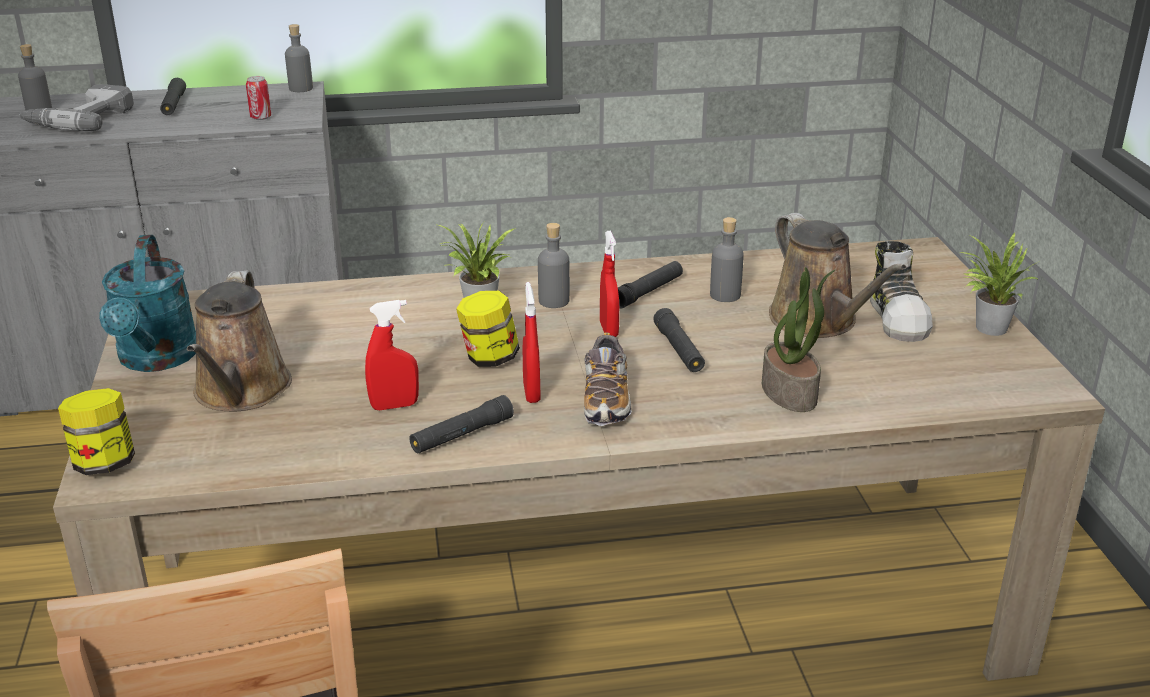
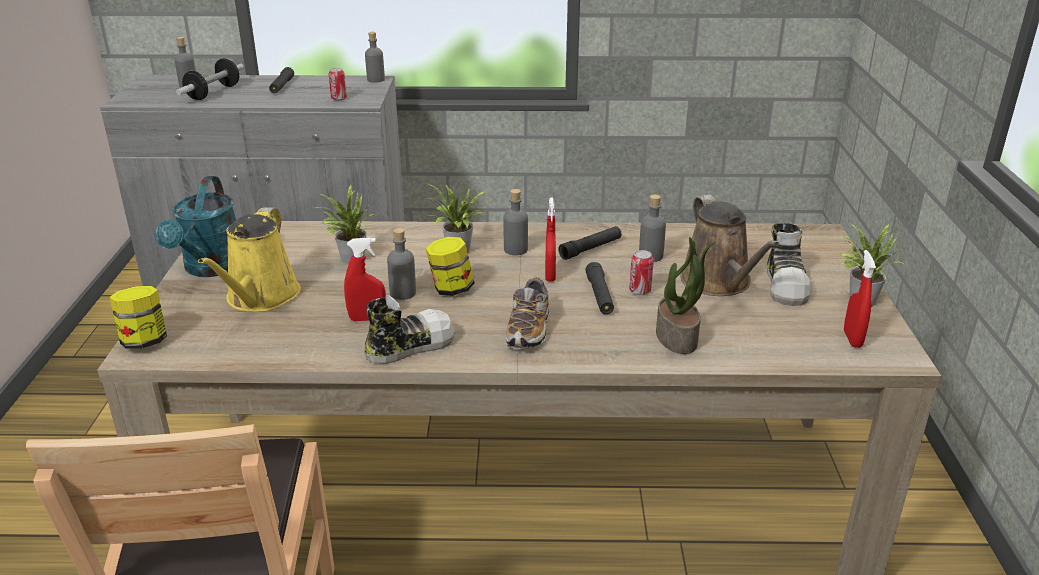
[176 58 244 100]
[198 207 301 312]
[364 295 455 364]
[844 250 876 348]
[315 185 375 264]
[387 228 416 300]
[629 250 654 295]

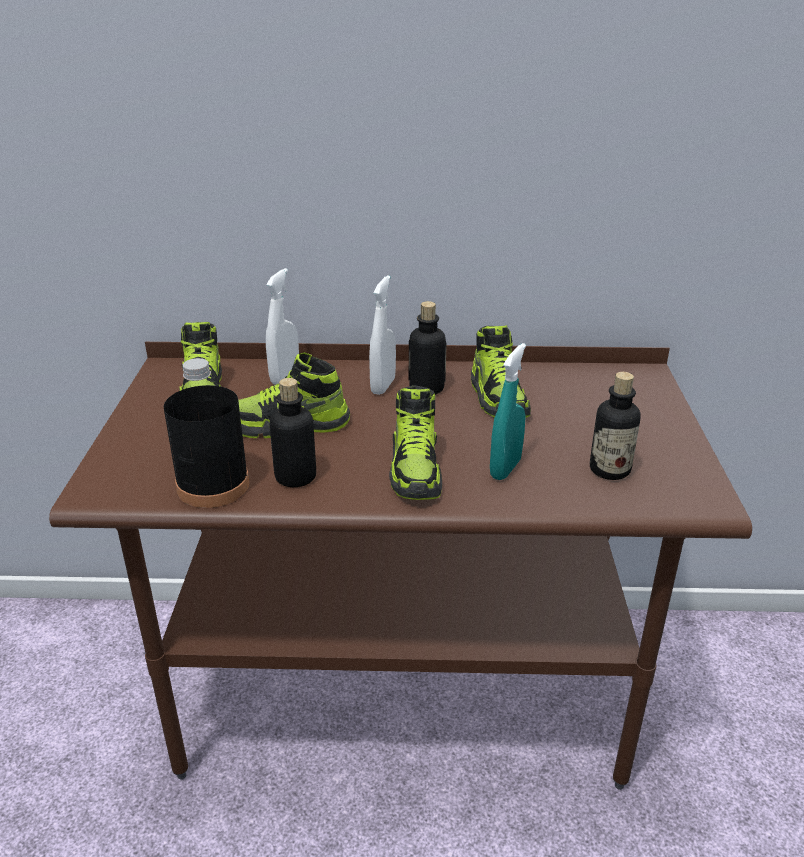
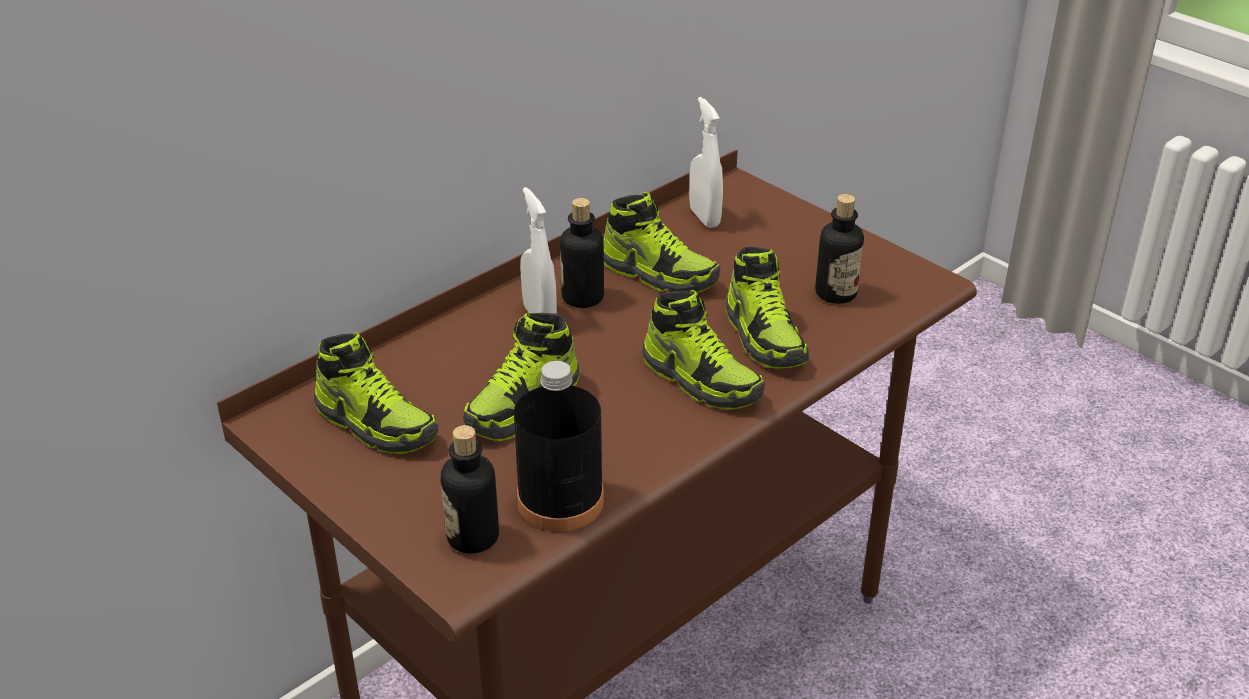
[689 97 723 228]
[441 425 499 554]
[726 247 809 369]

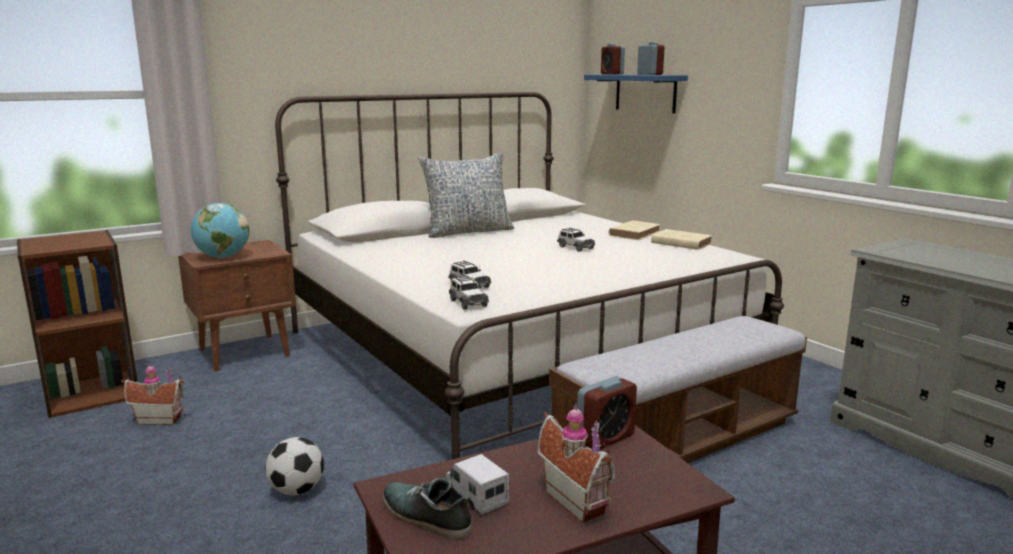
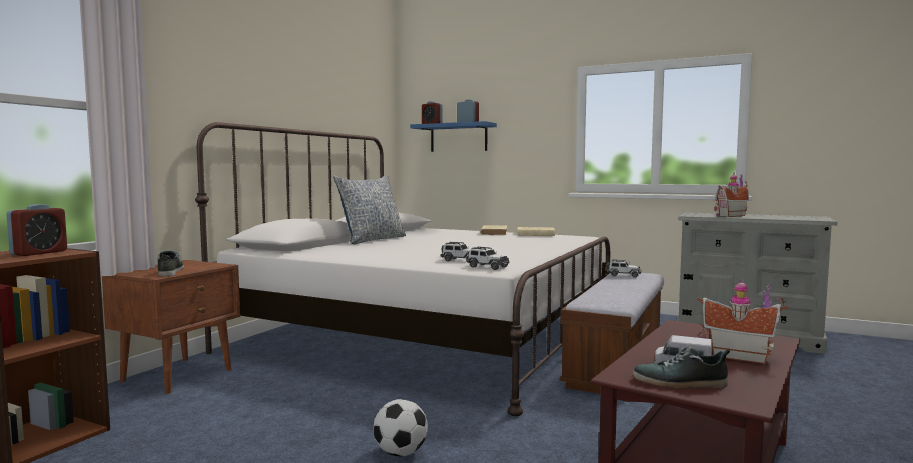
[714 172 749 217]
[157 250 184 277]
[607 259 642 278]
[6 204 67 256]

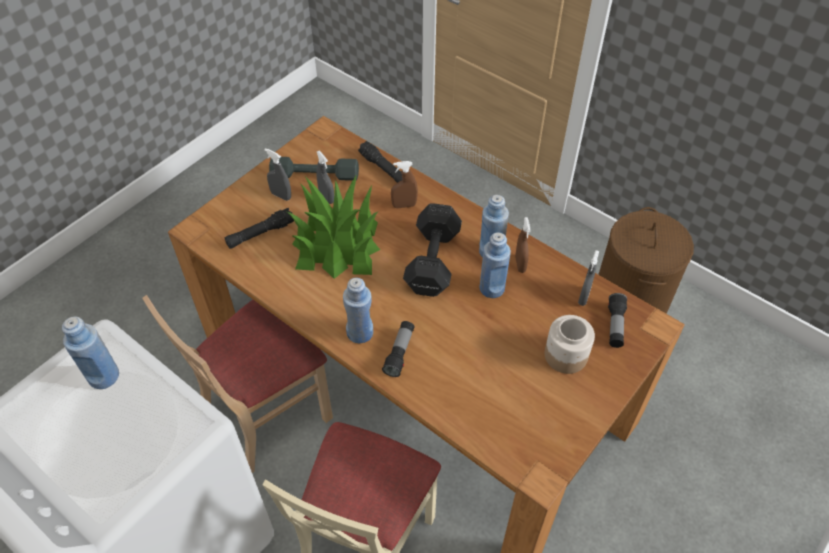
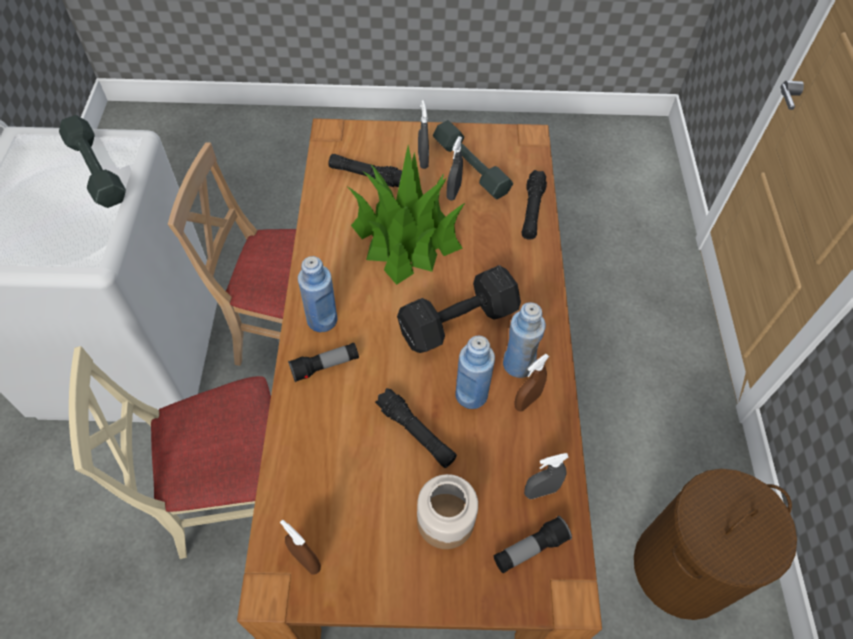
[59 115 126 208]
[280 520 321 575]
[375 388 457 468]

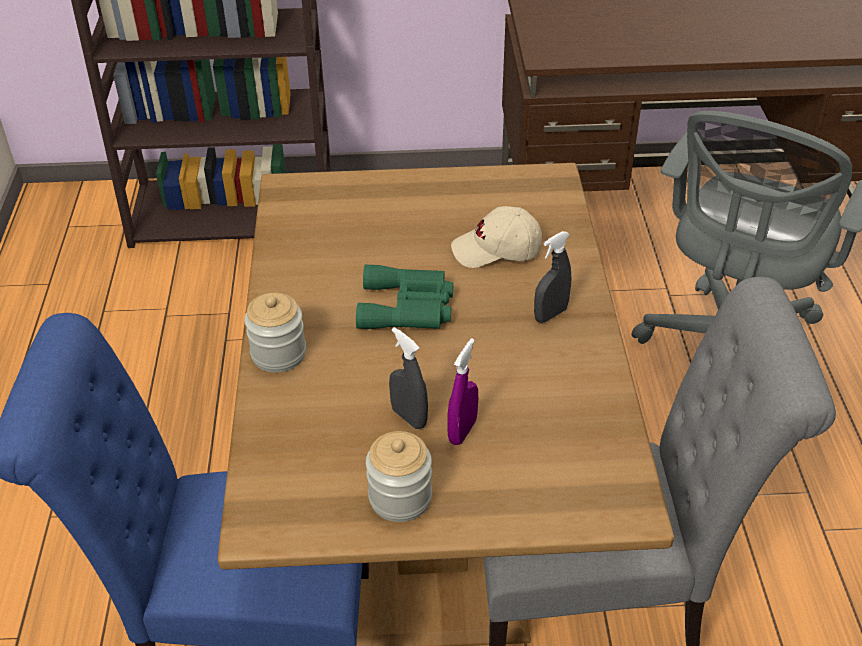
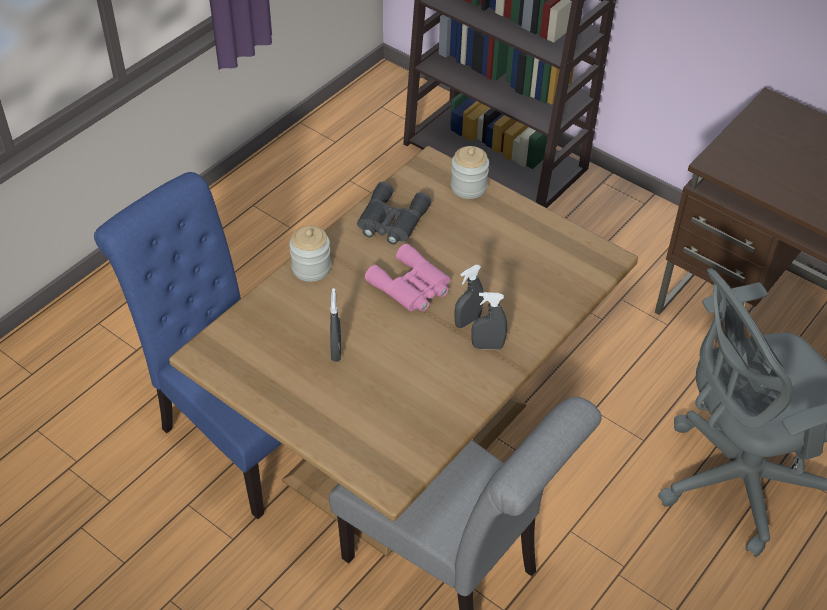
[365 243 450 311]
[451 146 489 199]
[448 338 478 445] (first image)
[451 206 542 268] (first image)
[357 182 432 245]
[455 265 483 328]

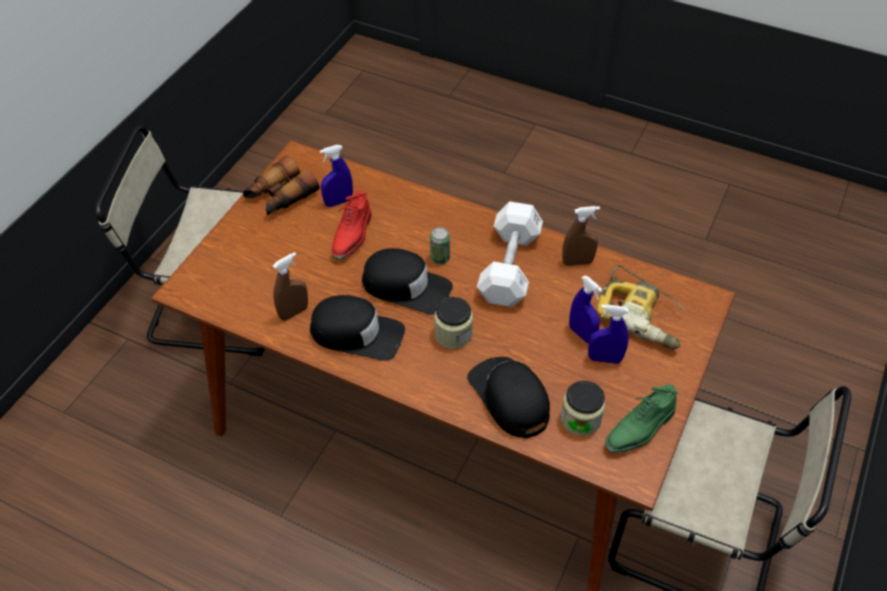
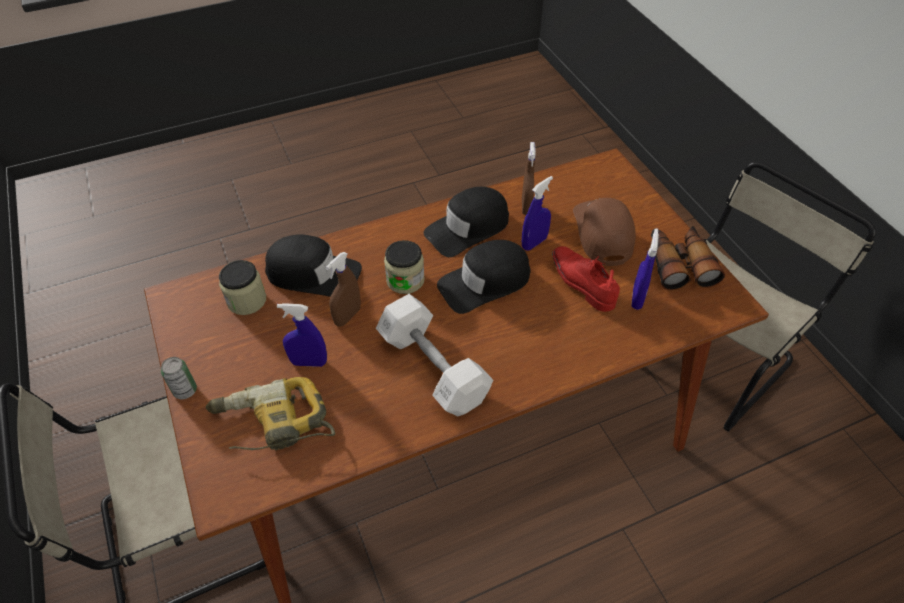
[161 357 197 399]
[326 252 361 327]
[522 176 553 251]
[605 384 678 453] (first image)
[573 198 636 266]

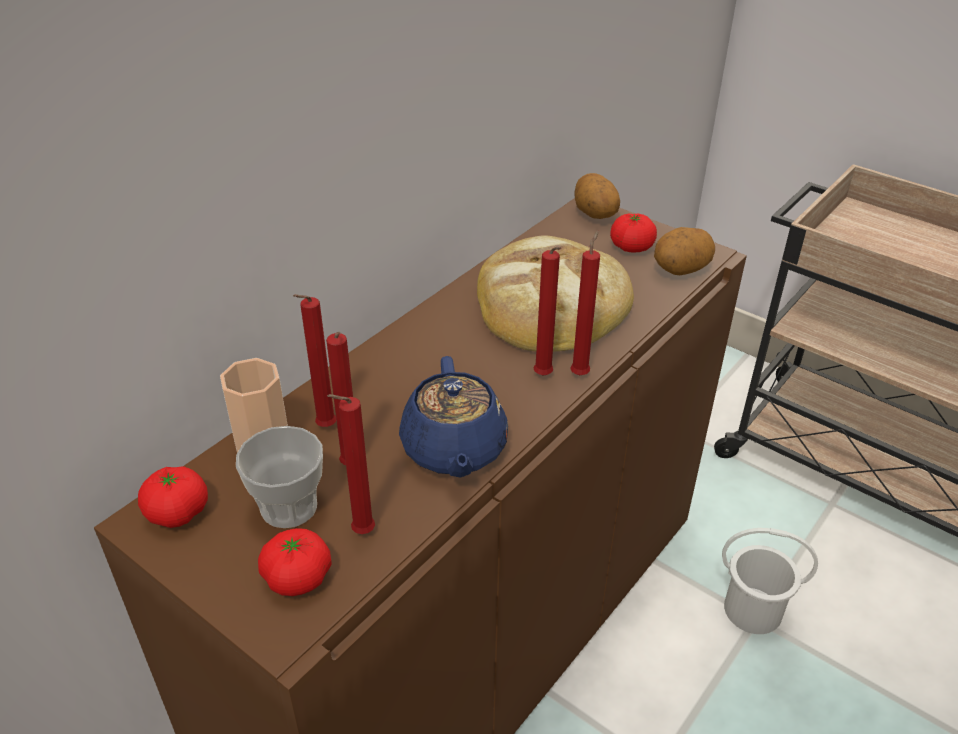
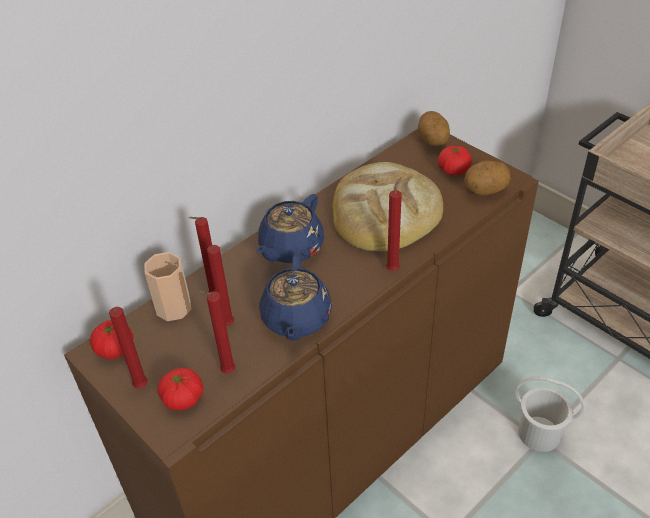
[236 426 323 528] (first image)
[109 307 148 388]
[256 194 324 263]

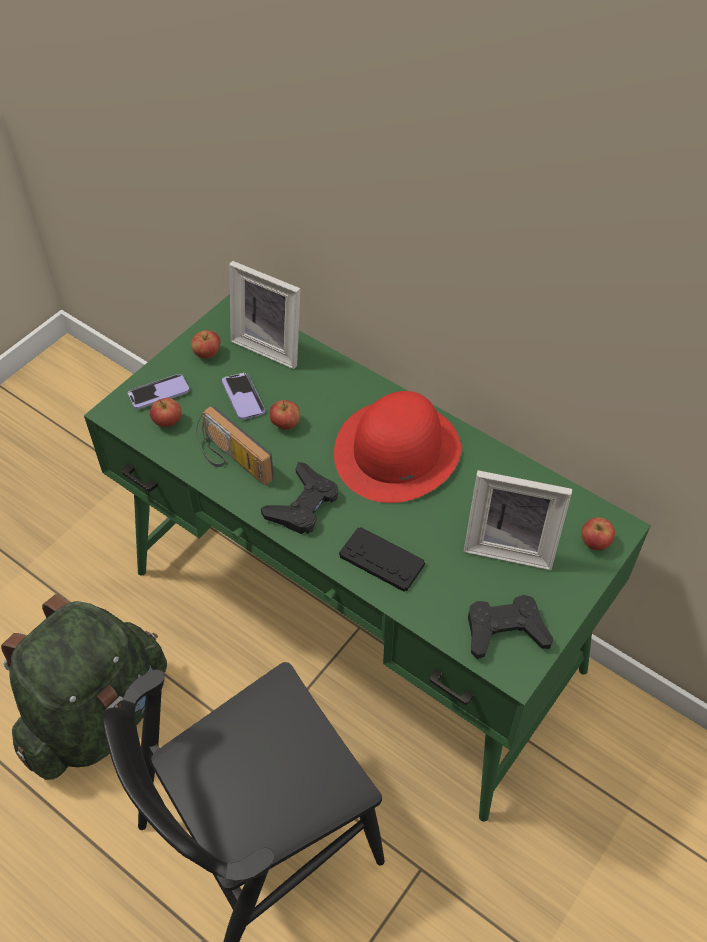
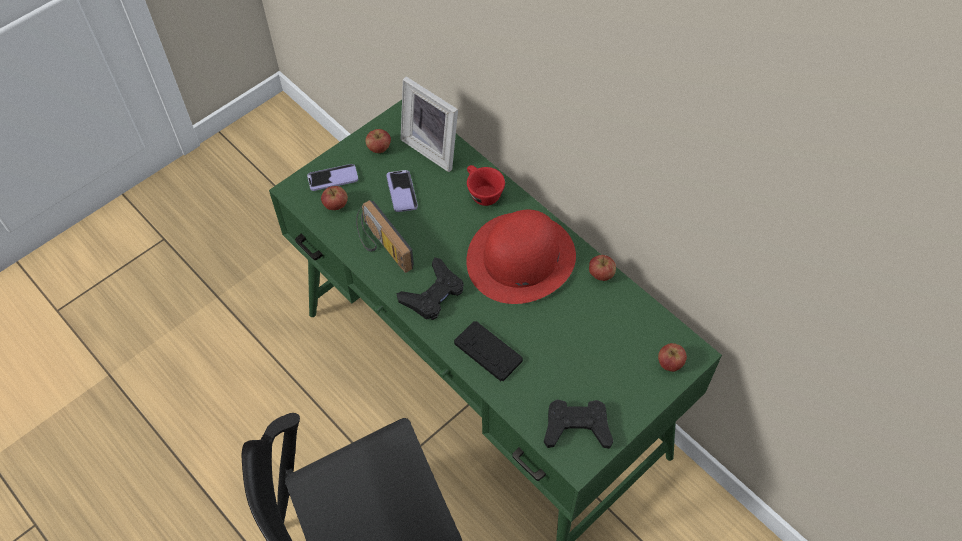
[1 594 167 780] (first image)
[589 255 616 281]
[464 470 572 570] (first image)
[467 165 505 206]

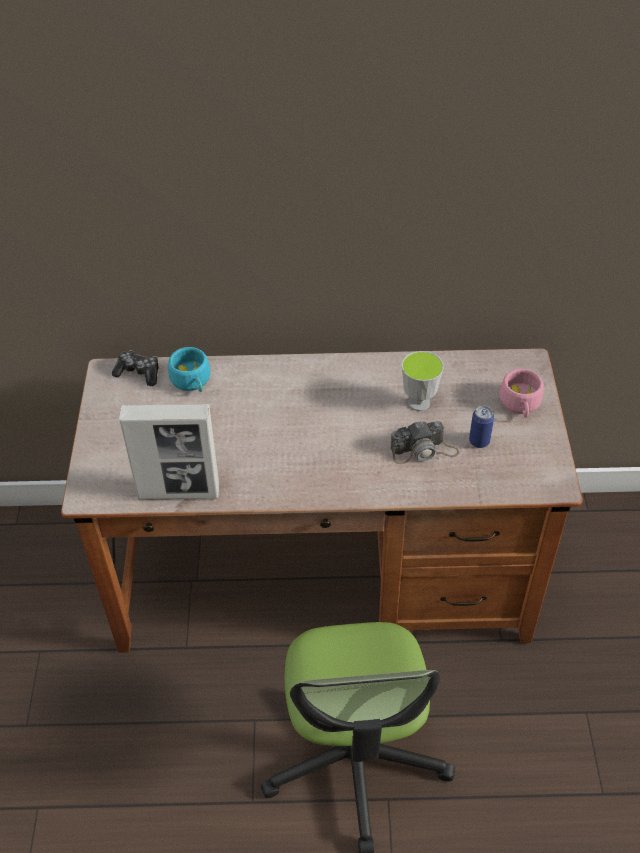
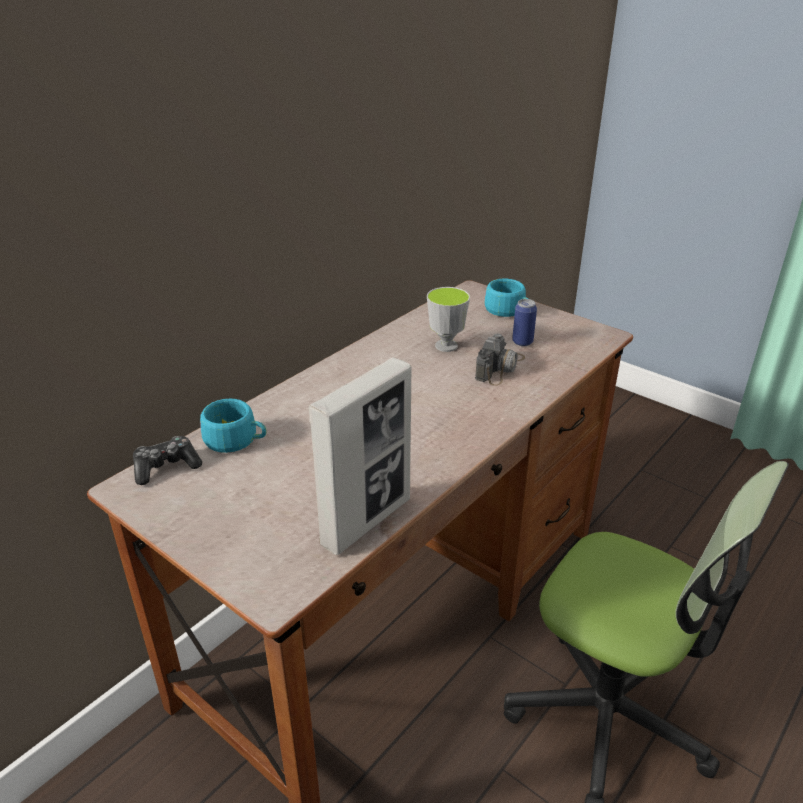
[484 279 529 317]

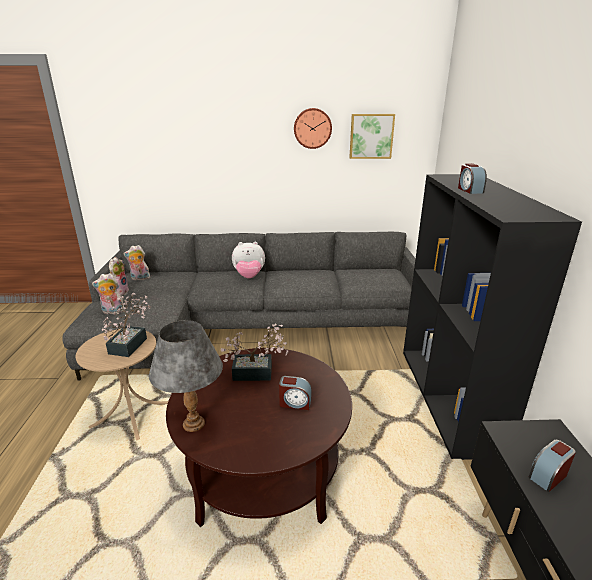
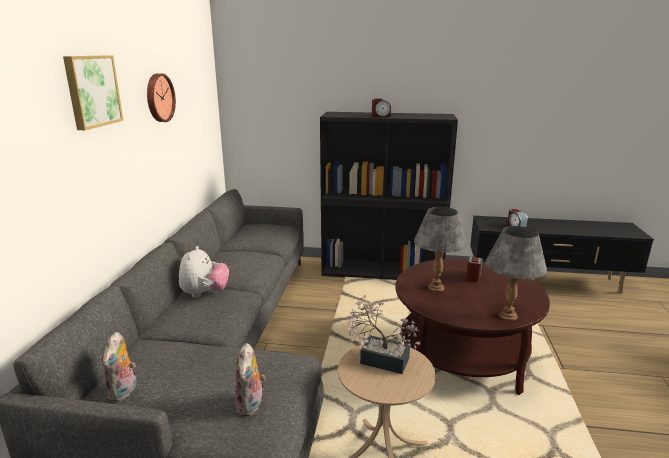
[109 257 129 296] (first image)
[414 207 467 292]
[63 55 123 130]

